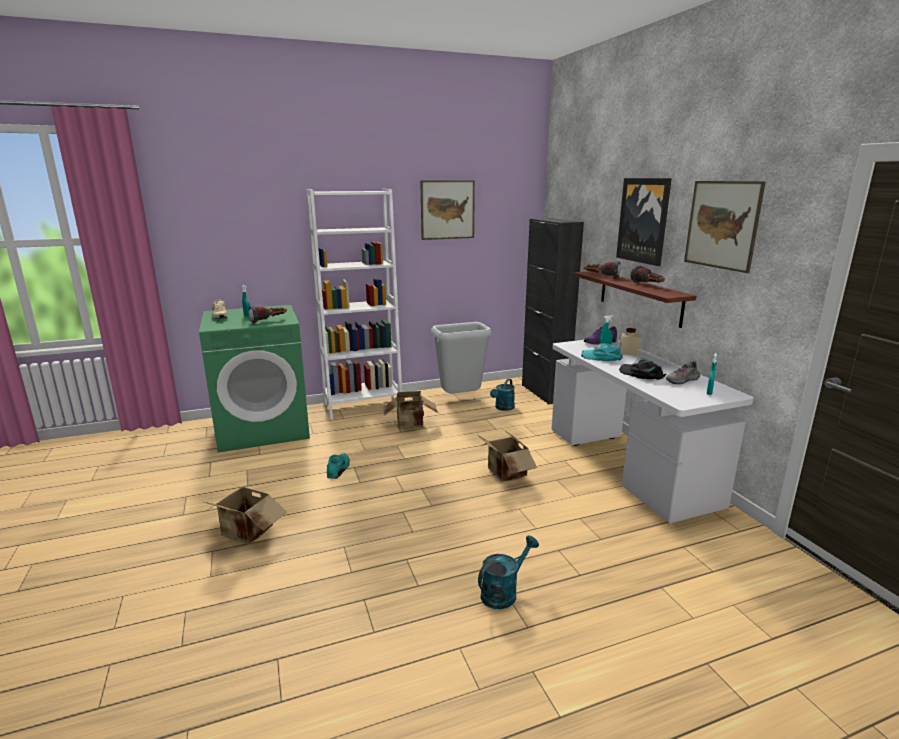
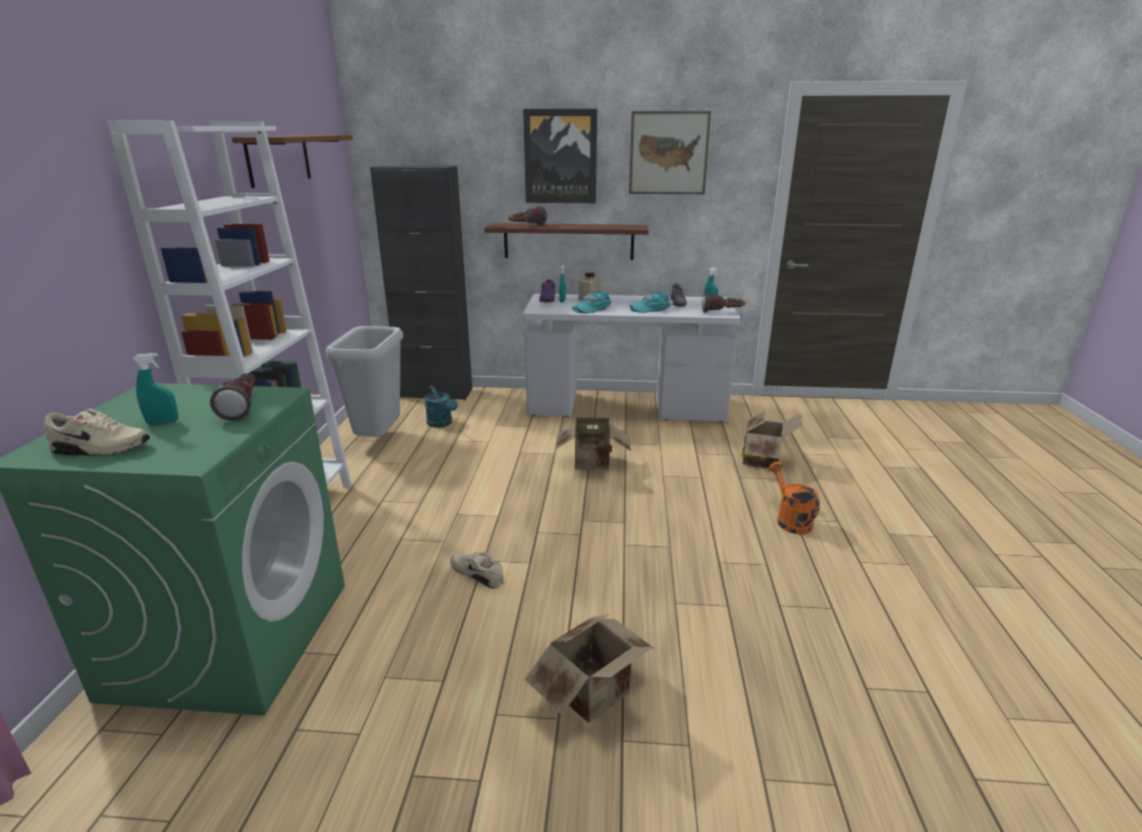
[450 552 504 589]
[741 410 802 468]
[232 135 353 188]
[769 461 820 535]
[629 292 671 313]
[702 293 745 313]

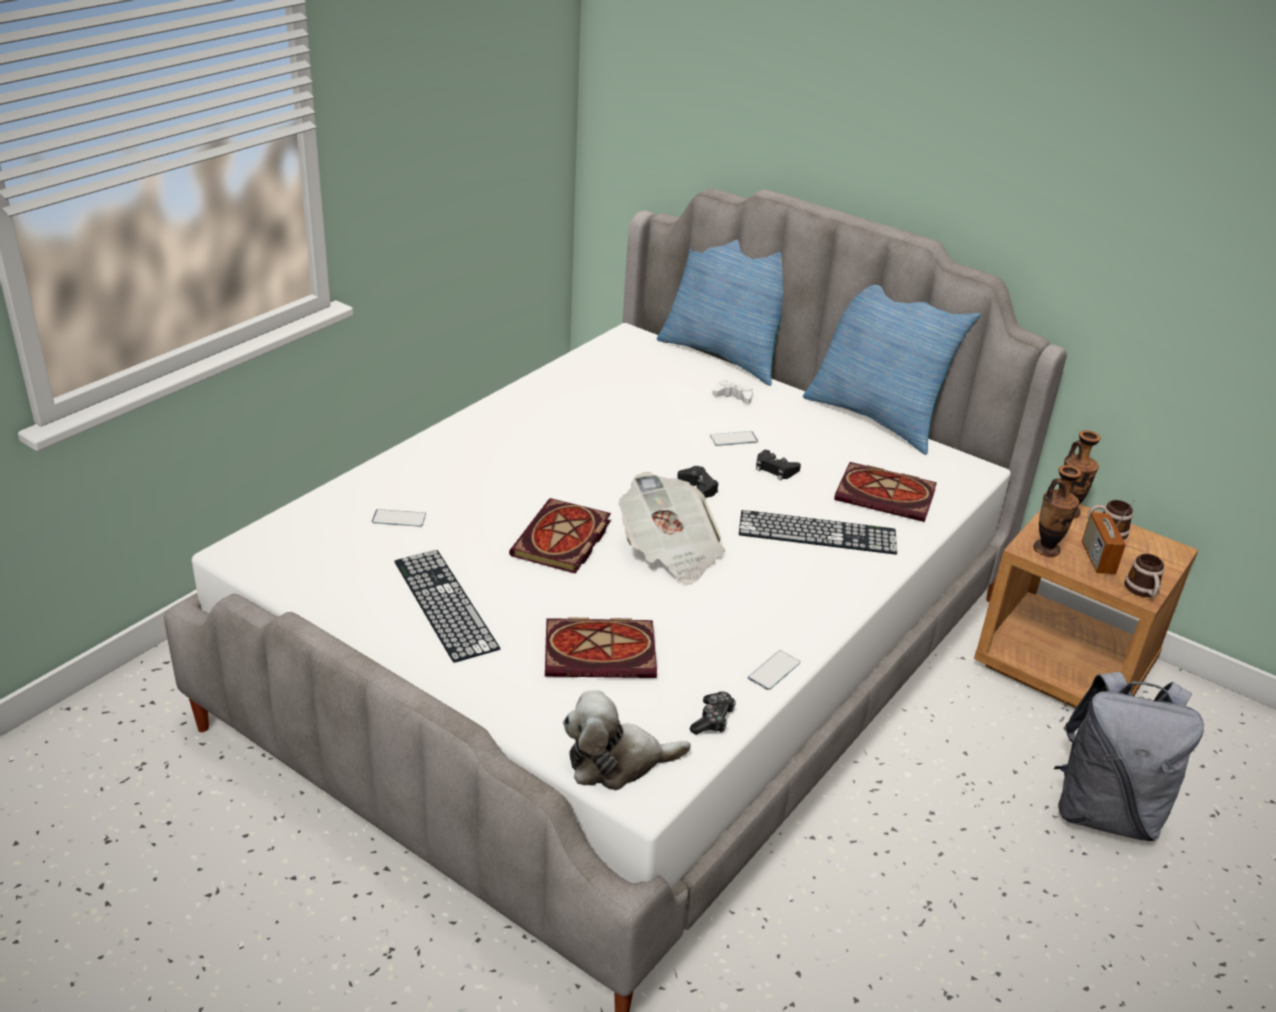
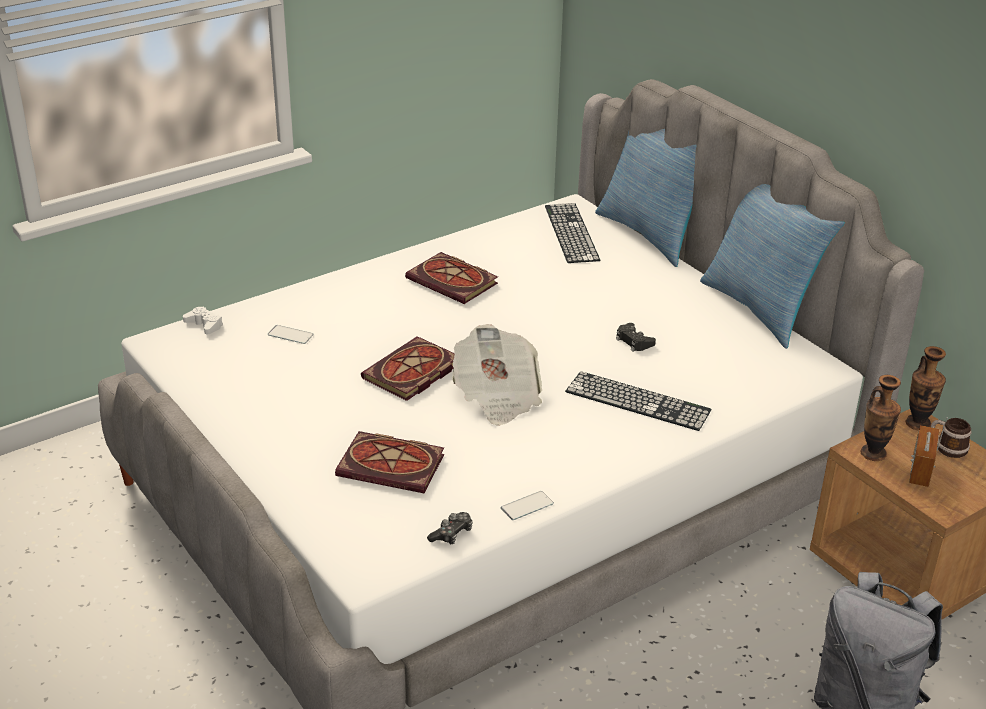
[545 203 600 263]
[563 690 691 790] (first image)
[677 466 718 498] (first image)
[710 431 758 446] (first image)
[183 307 223 334]
[405 252 498 304]
[1125 554 1165 597] (first image)

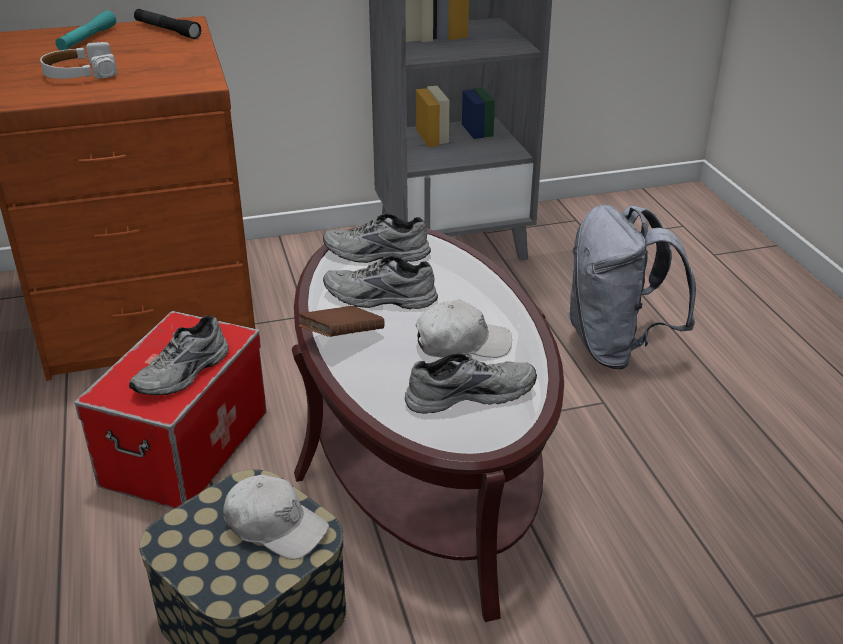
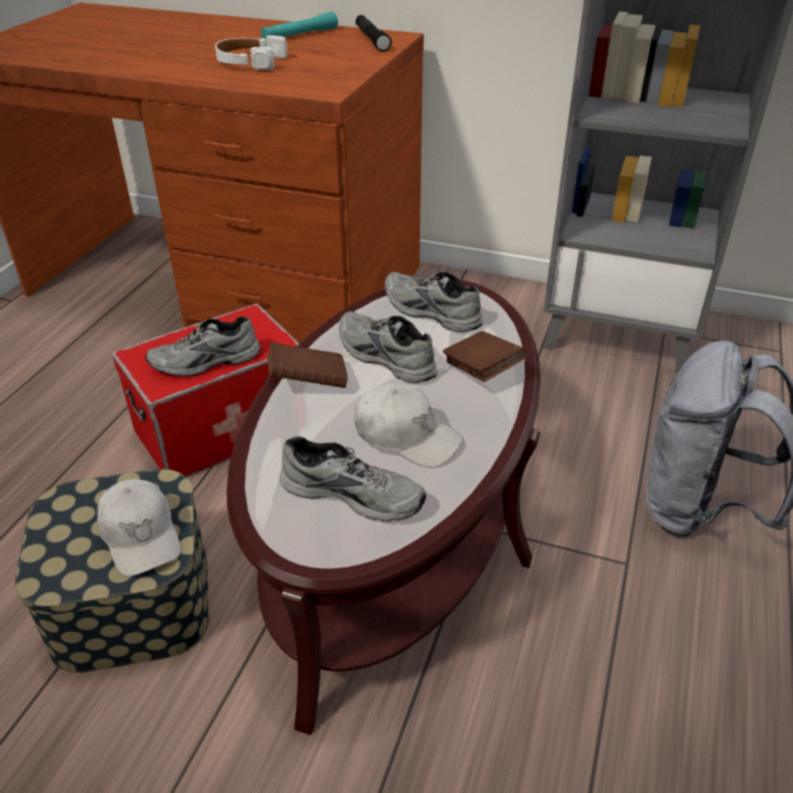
[442 331 527 382]

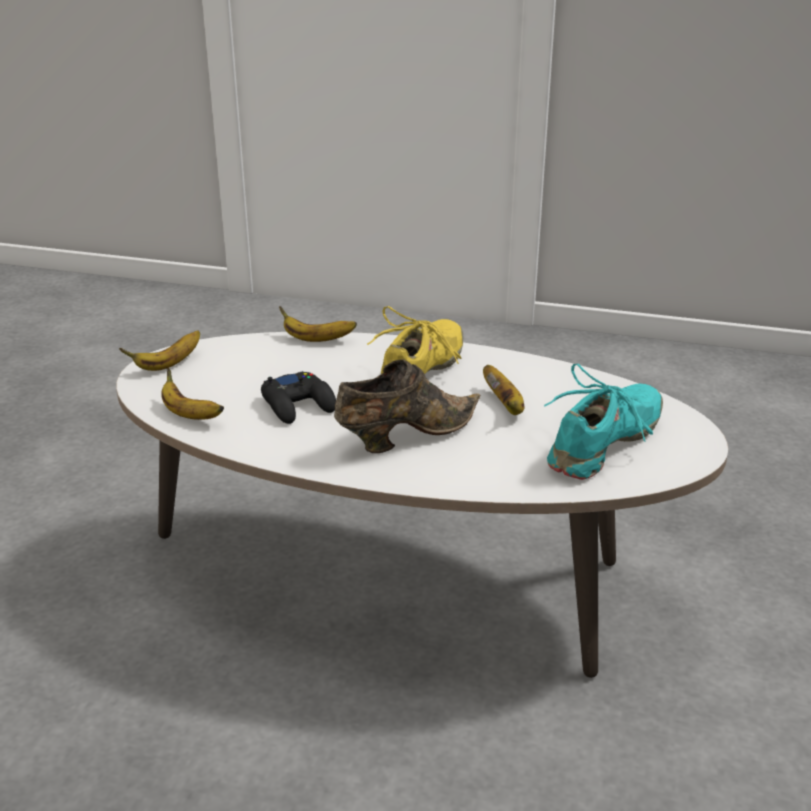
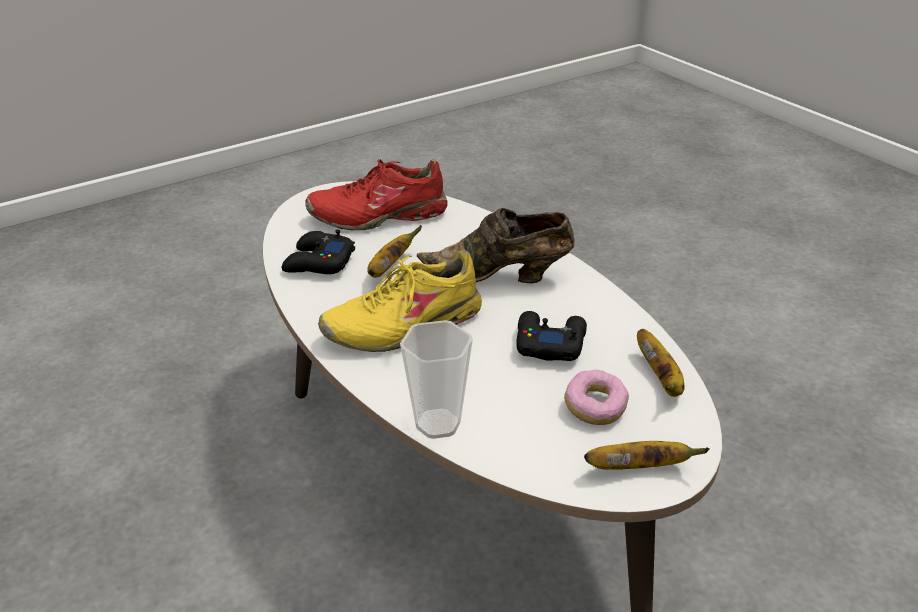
[400 320 473 439]
[306 159 447 230]
[282 229 355 274]
[564 369 629 425]

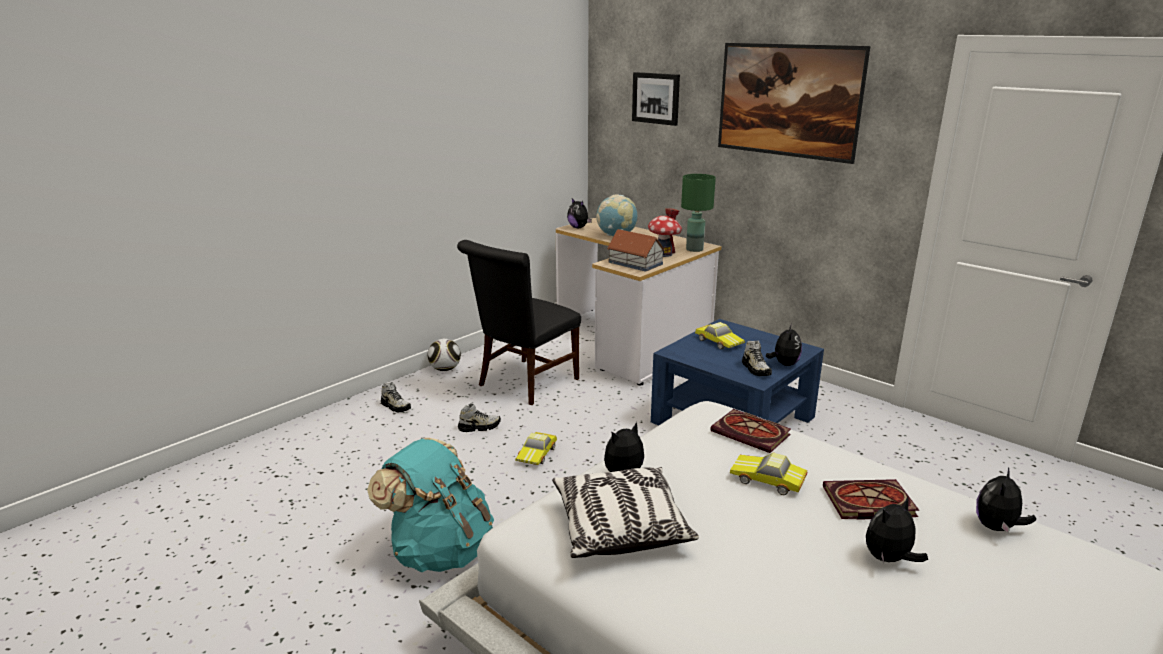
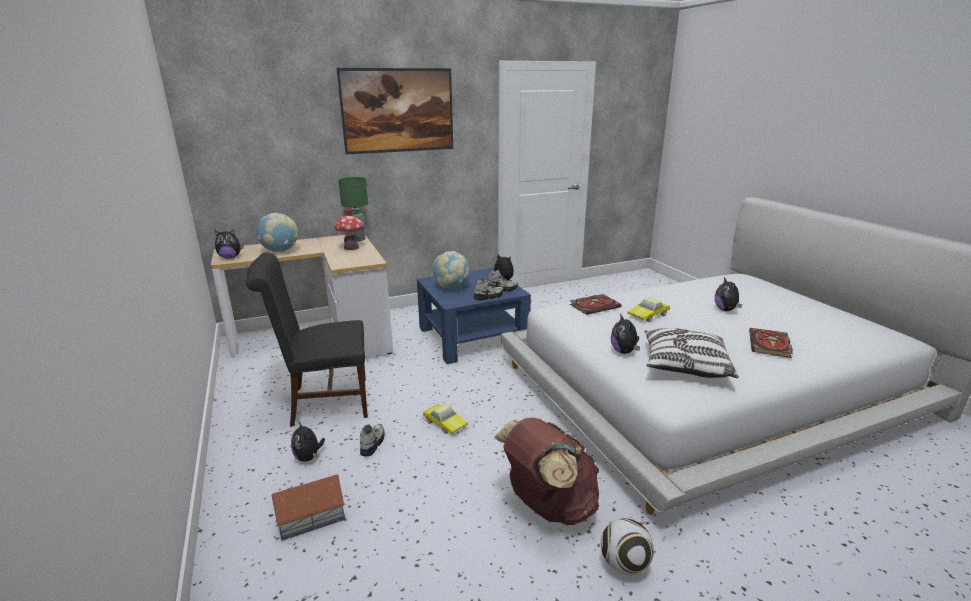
[494 417 599 525]
[474 278 504 301]
[601 518 654 575]
[246 252 368 427]
[272 475 345 541]
[632 72 680 126] (first image)
[433 251 470 289]
[749 328 793 358]
[291 420 325 462]

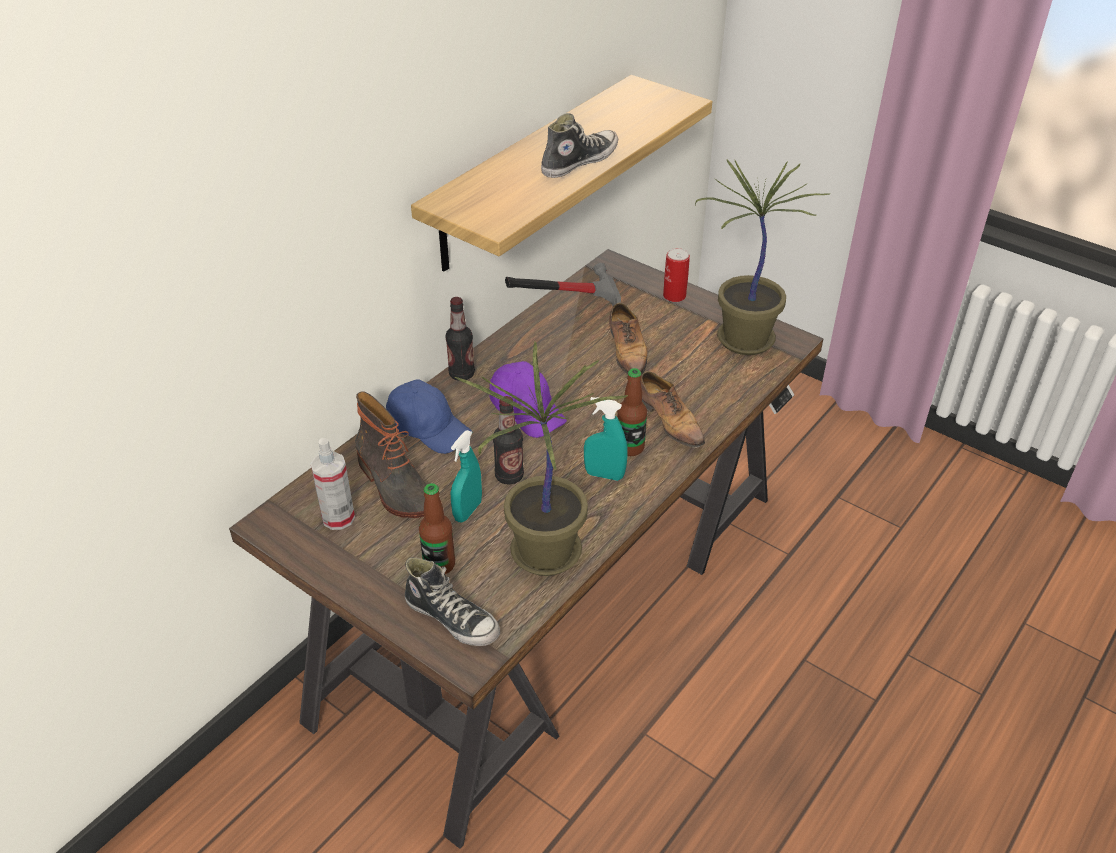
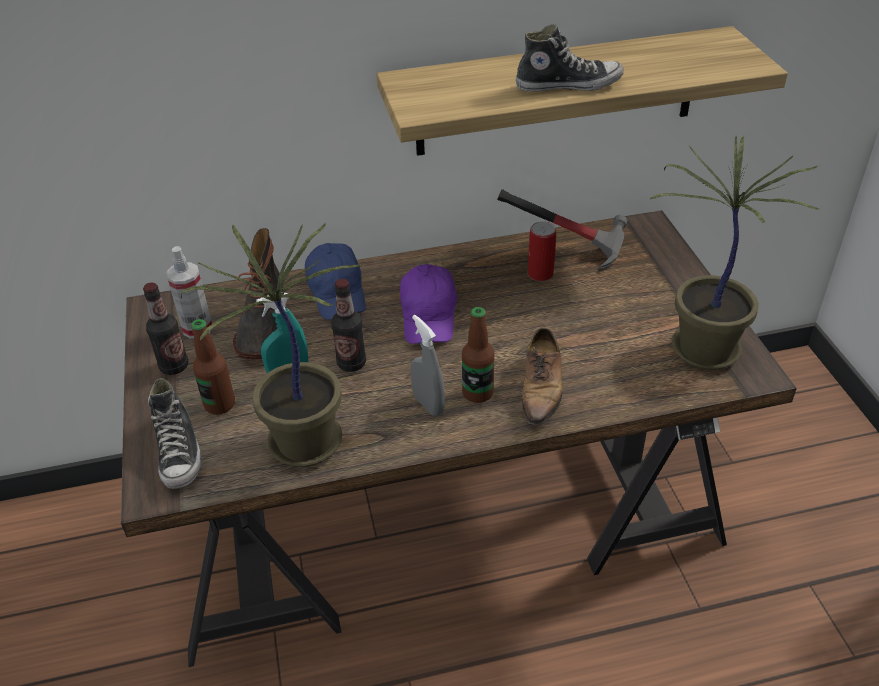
[143 283 188 375]
[410 315 445 416]
[609 303 647 375] (first image)
[528 221 556 281]

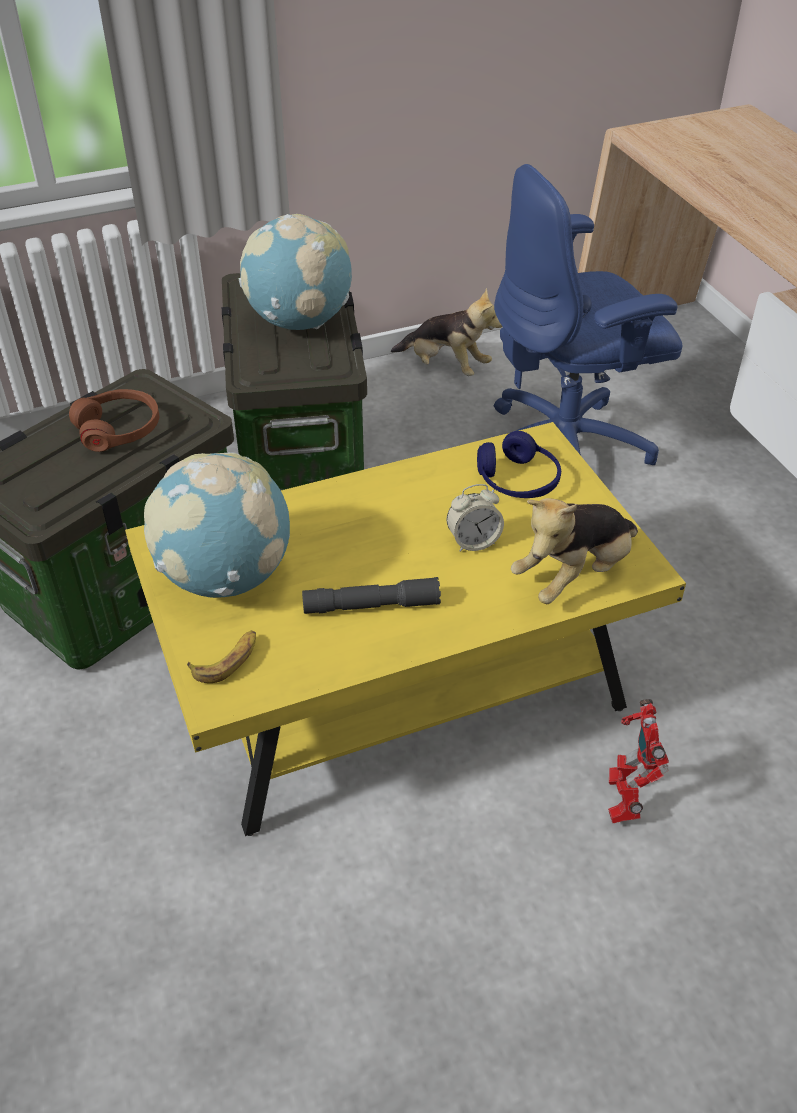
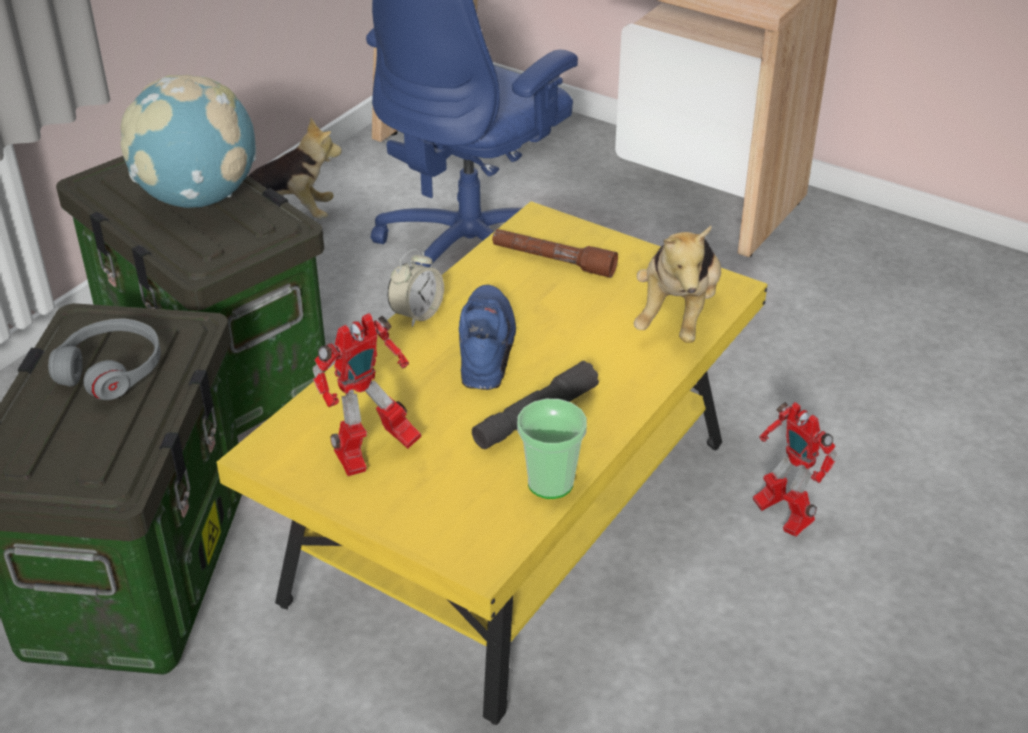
[48 319 161 400]
[313 313 422 476]
[187 631 256 683] (first image)
[387 248 444 327]
[492 229 618 278]
[459 285 516 390]
[517 399 587 499]

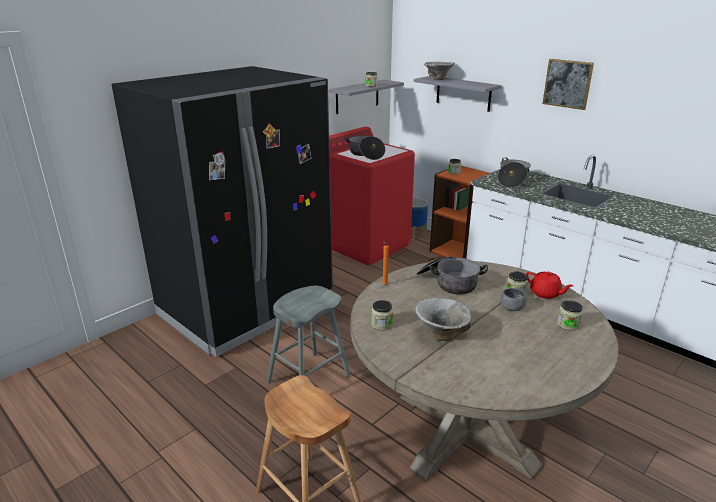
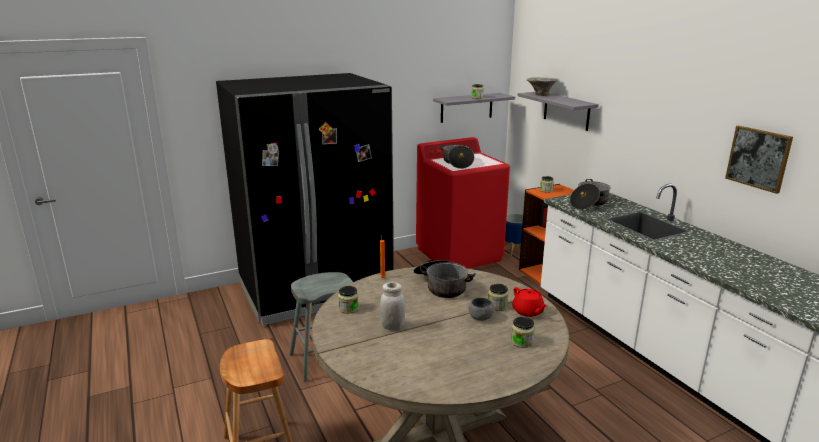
[380 283 405 330]
[725 126 793 194]

